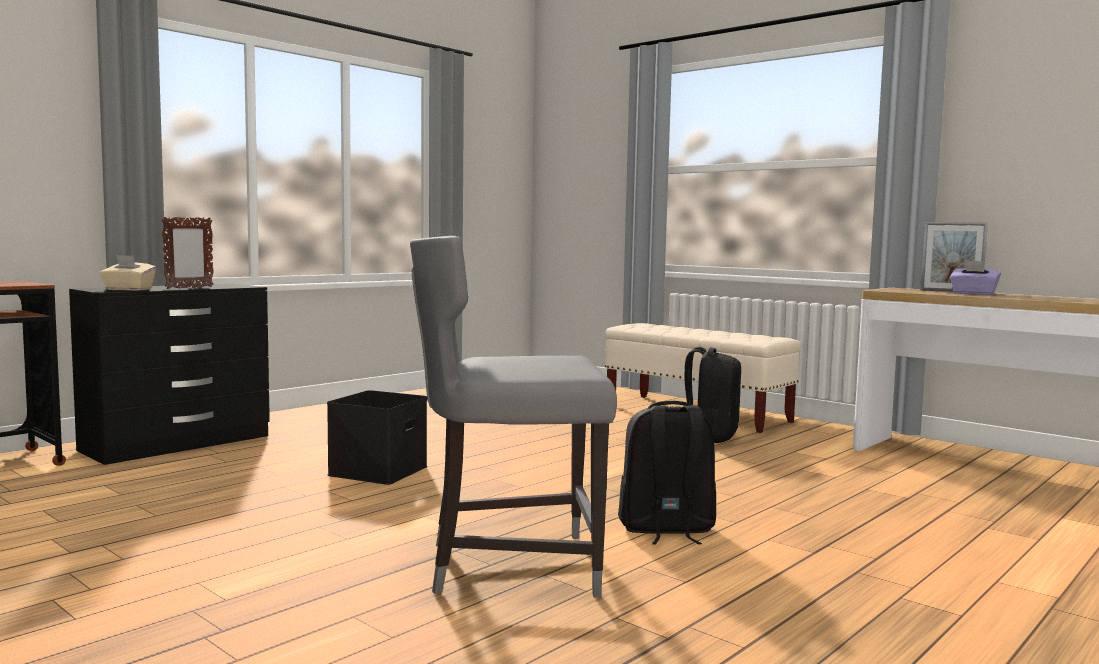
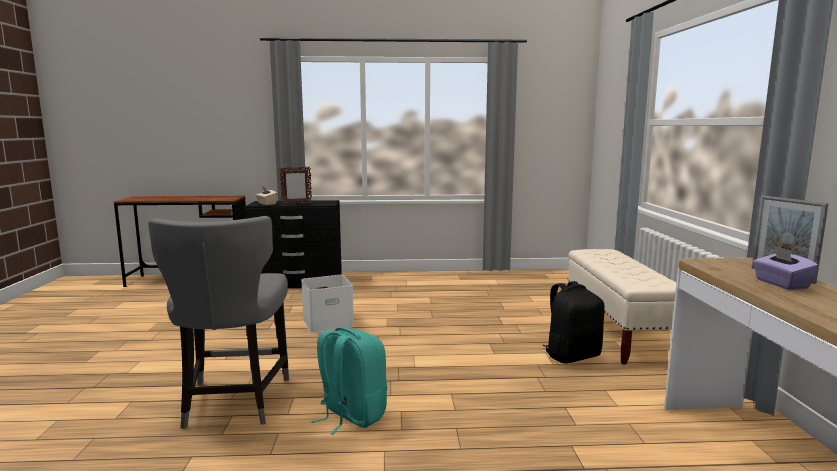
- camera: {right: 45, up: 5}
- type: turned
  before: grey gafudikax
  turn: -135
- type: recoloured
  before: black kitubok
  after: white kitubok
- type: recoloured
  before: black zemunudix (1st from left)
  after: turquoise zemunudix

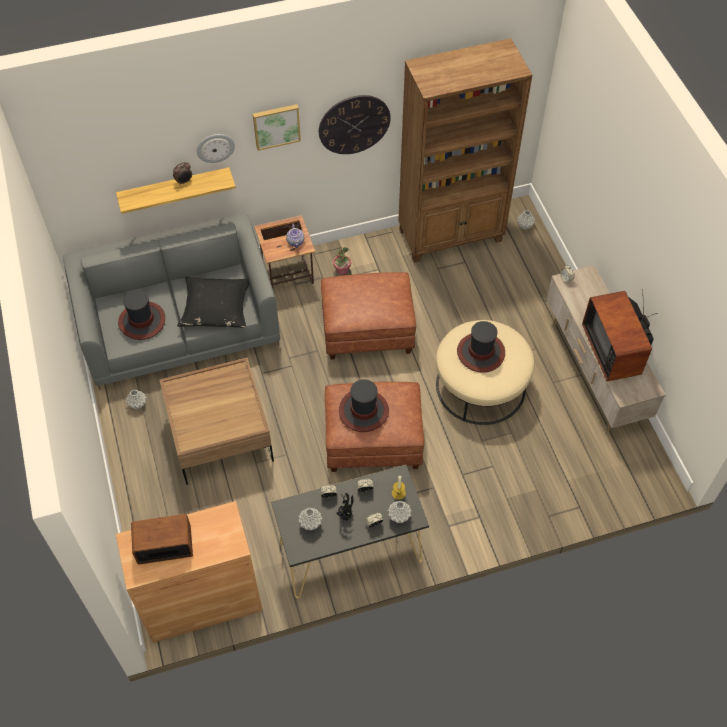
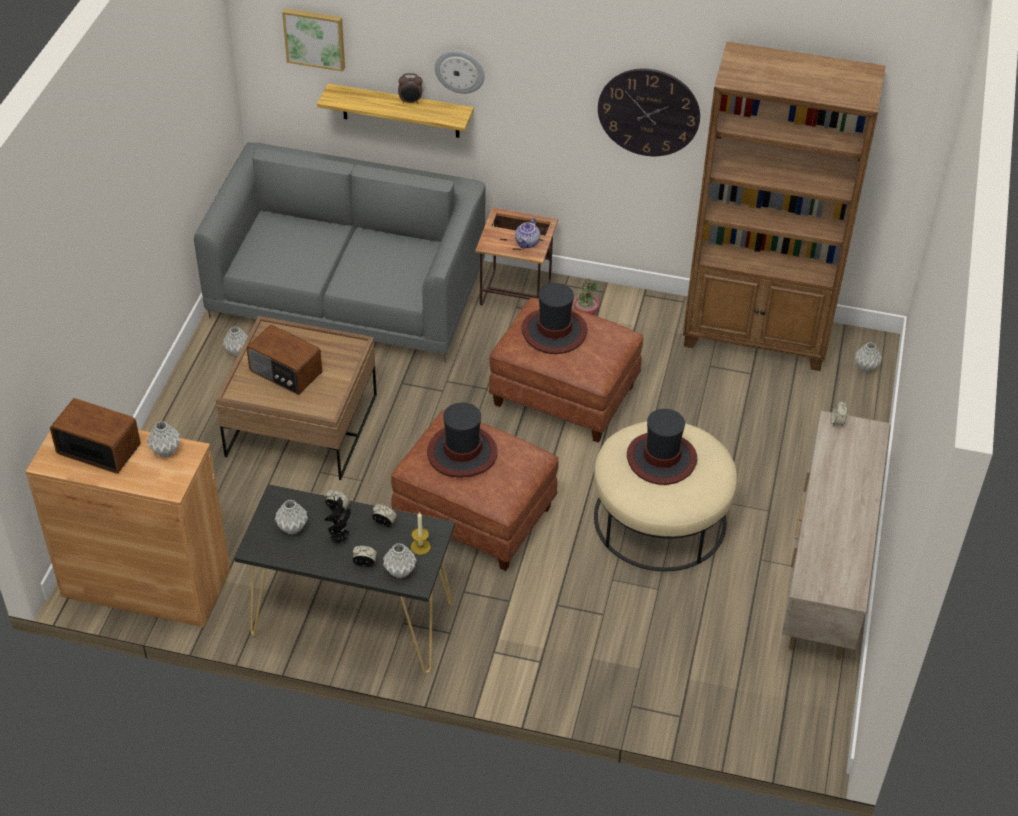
- camera: {right: 30, up: -10}
- type: moved
  before: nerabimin
- type: removed
  before: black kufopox
- type: moved
  before: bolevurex (1st from left in the first image)
  after: bolevurex (2nd from left)
- type: removed
  before: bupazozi
- type: added
  after: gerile (2nd from left)
- type: added
  after: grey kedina (1st from left)

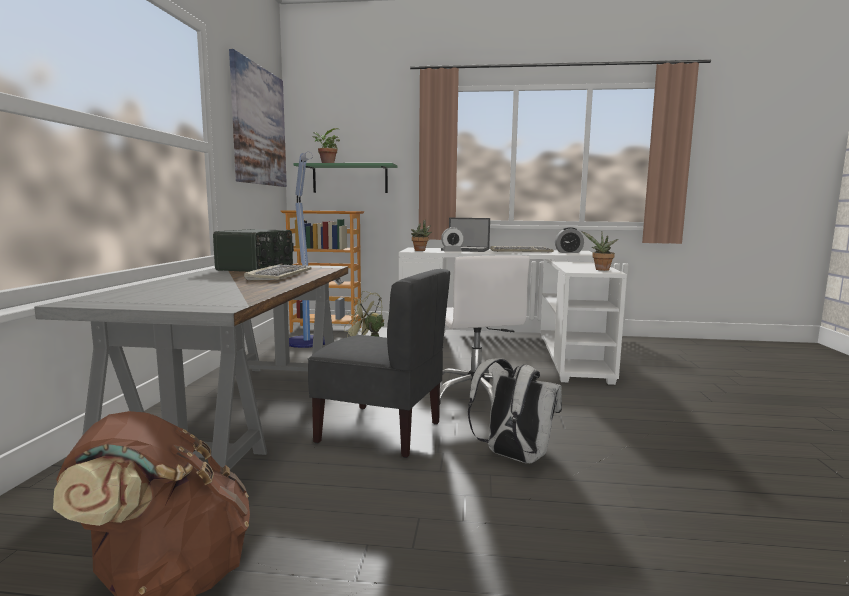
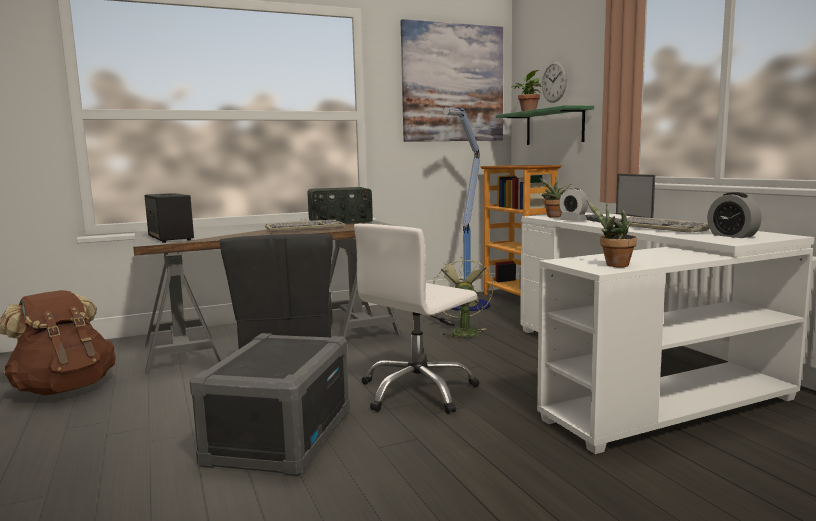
- camera: {right: 60, up: 0}
- type: replaced
  before: white zemunudix
  after: grey kitubok
- type: added
  after: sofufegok
- type: added
  after: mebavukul

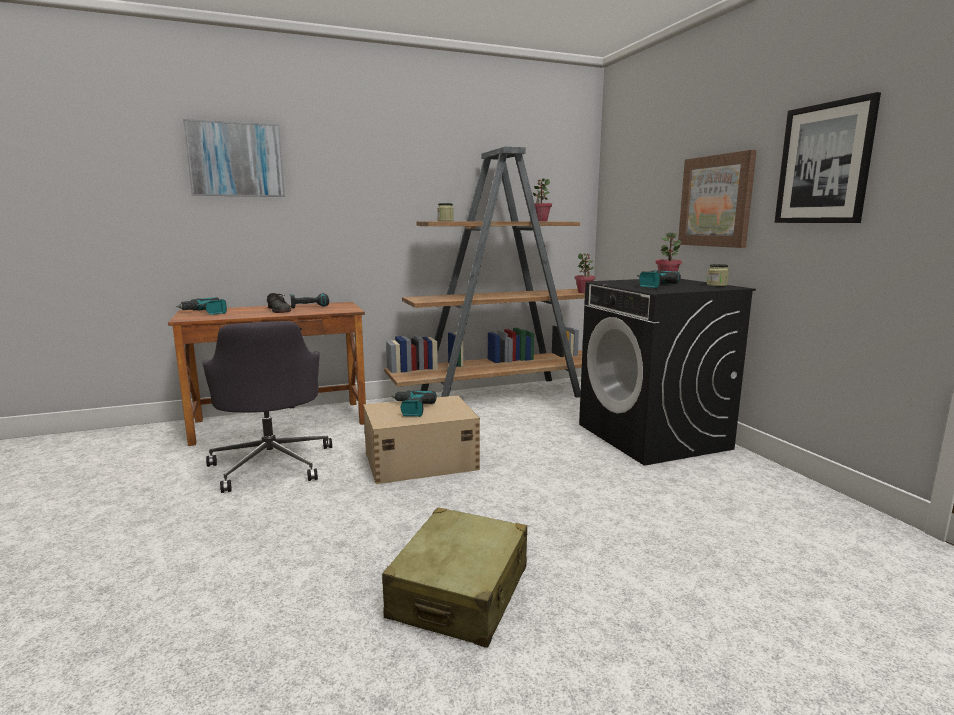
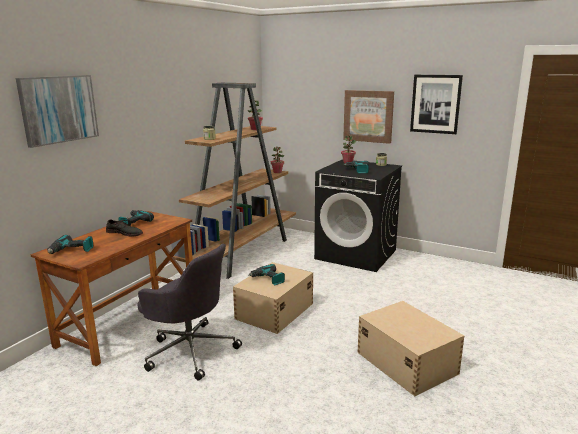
- camera: {right: -40, up: 5}
- type: replaced
  before: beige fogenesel
  after: beige kitubok (2nd from left)

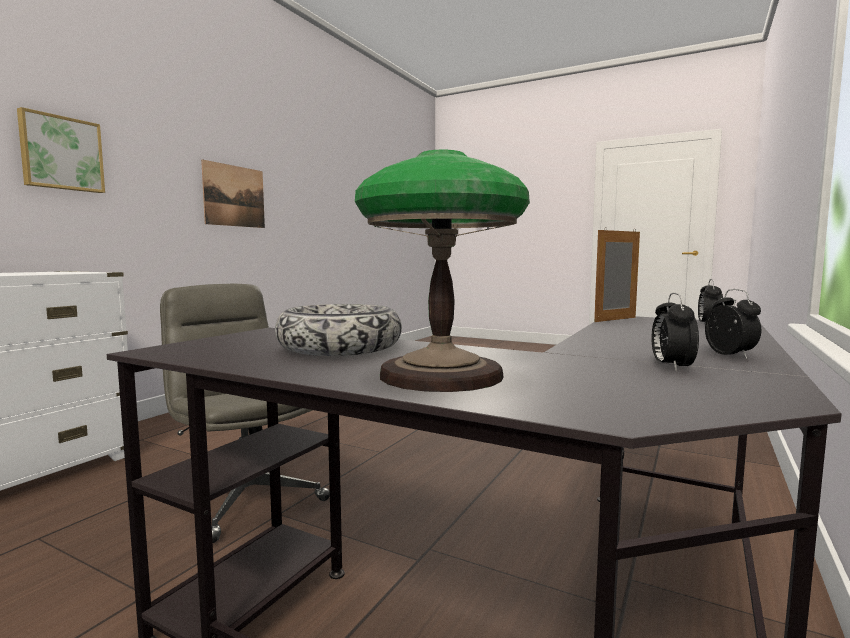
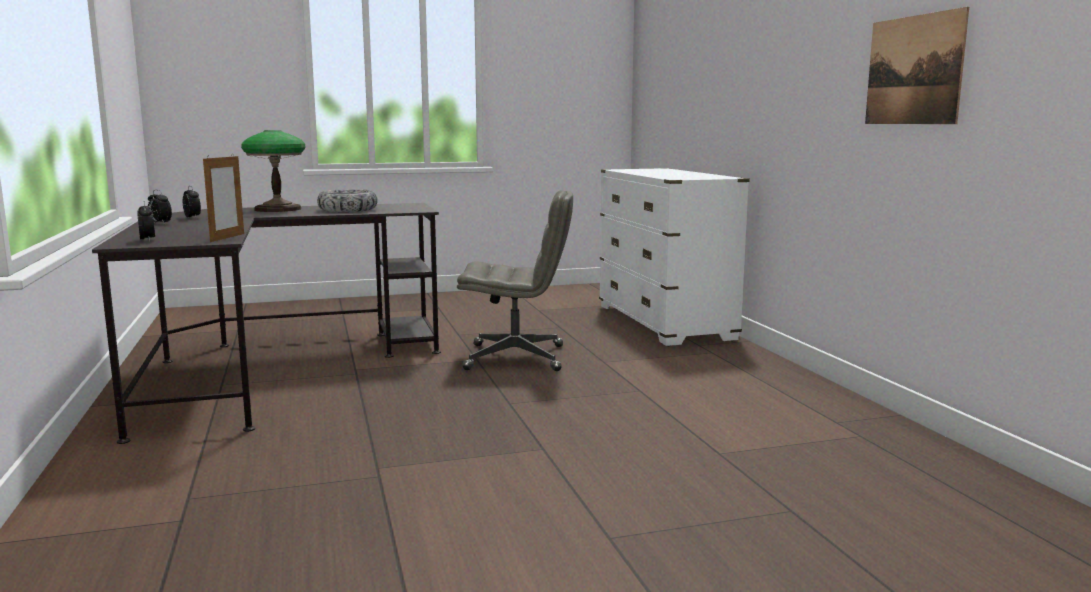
- camera: {right: 135, up: 5}
- type: removed
  before: nerabimin (1st from left)

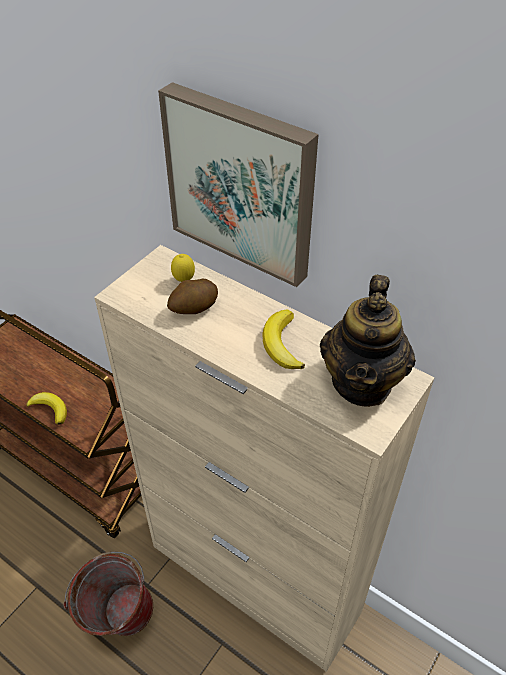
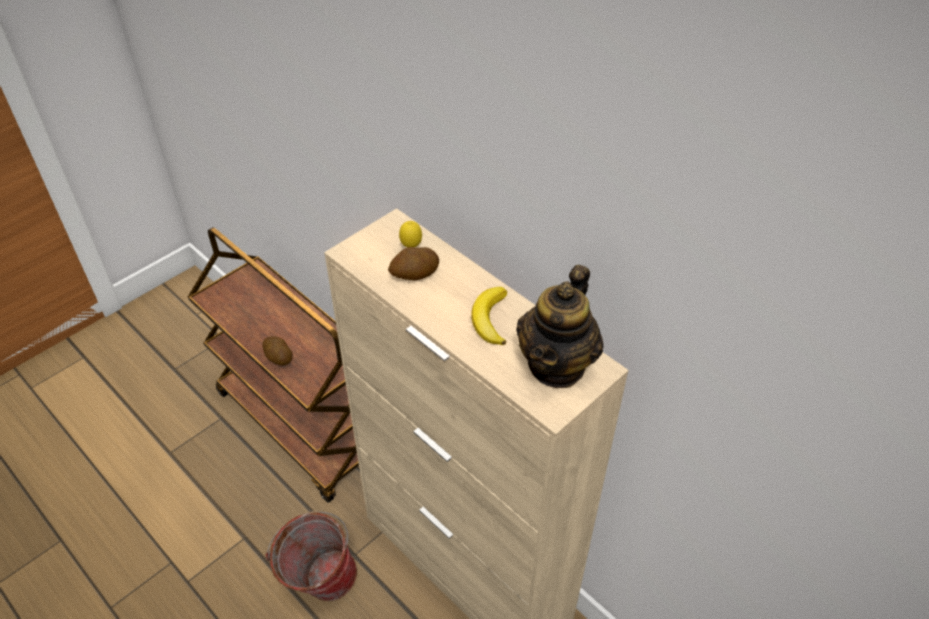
- camera: {right: 10, up: 0}
- type: removed
  before: nerabimin
- type: replaced
  before: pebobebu (1st from left)
  after: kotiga (1st from left)

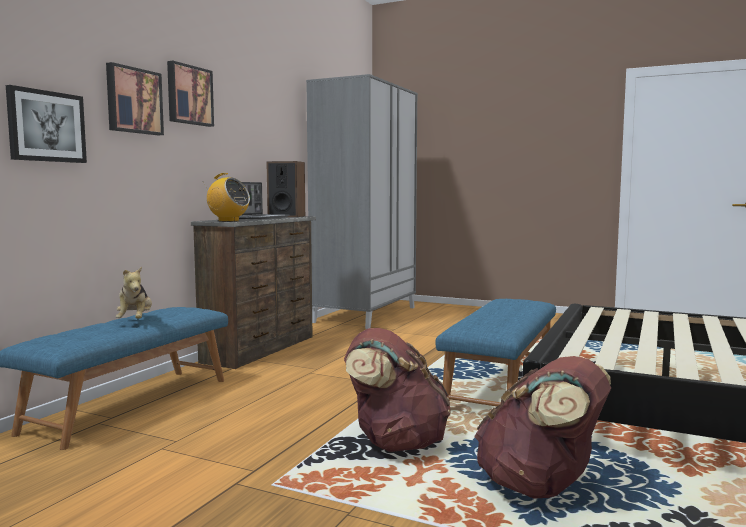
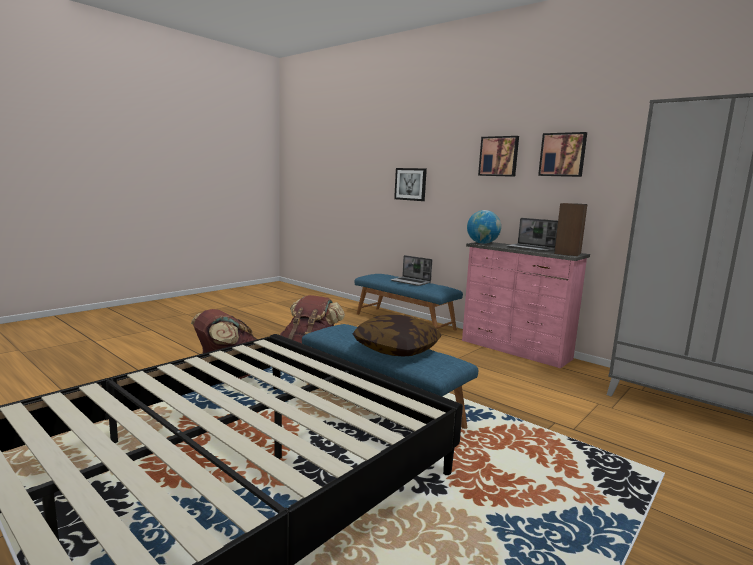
- camera: {right: 105, up: 5}
- type: moved
  before: nerabimin (2nd from left in the first image)
  after: nerabimin (3rd from left)
- type: replaced
  before: gerile
  after: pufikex
- type: recoloured
  before: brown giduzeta
  after: pink giduzeta
- type: replaced
  before: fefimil
  after: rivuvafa (1st from left)
- type: added
  after: kufopox

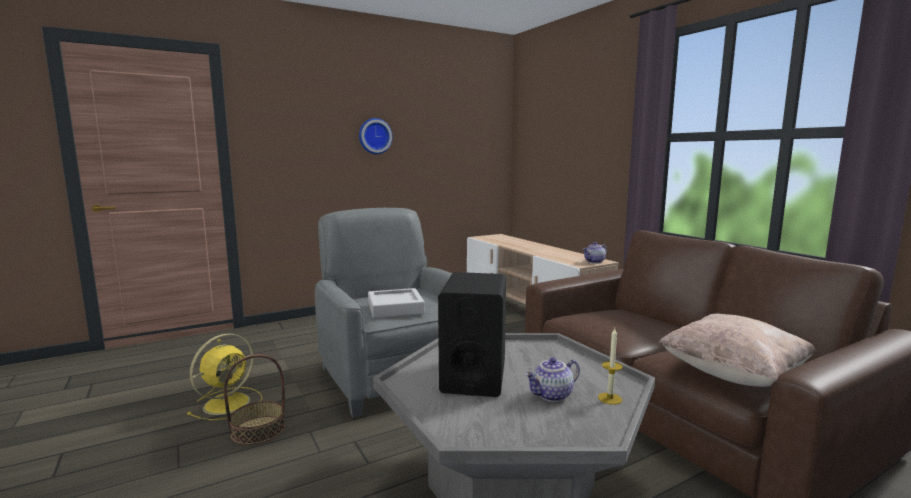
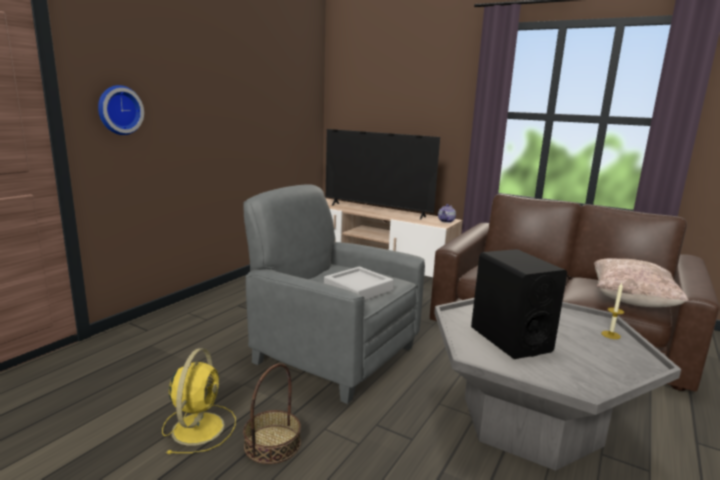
- camera: {right: -30, up: 5}
- type: moved
  before: sofufegok
- type: removed
  before: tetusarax (1st from left)
- type: added
  after: bupazozi

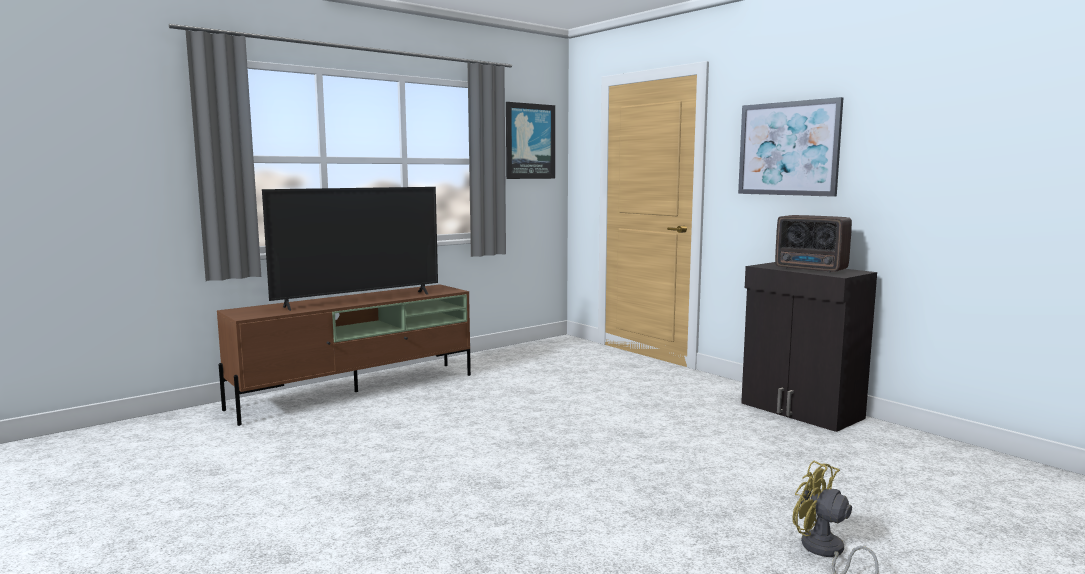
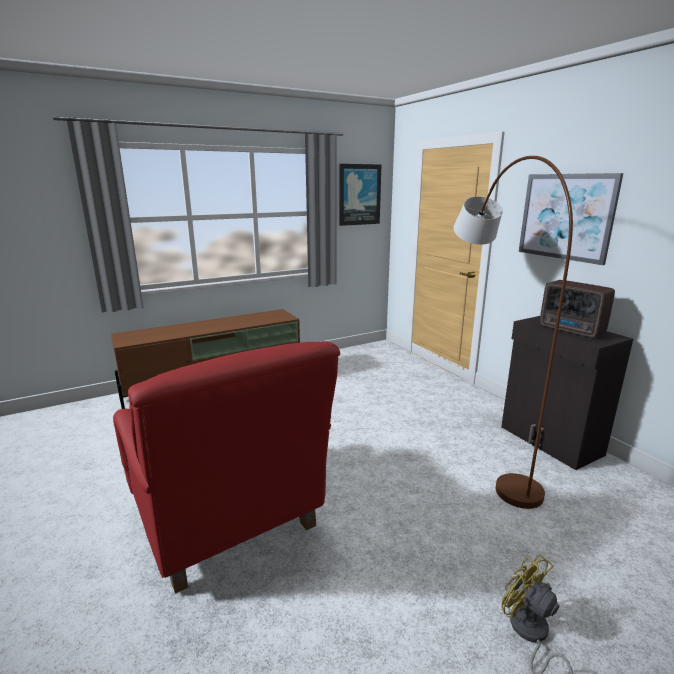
- camera: {right: 10, up: 10}
- type: removed
  before: bupazozi
- type: added
  after: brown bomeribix
- type: added
  after: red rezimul

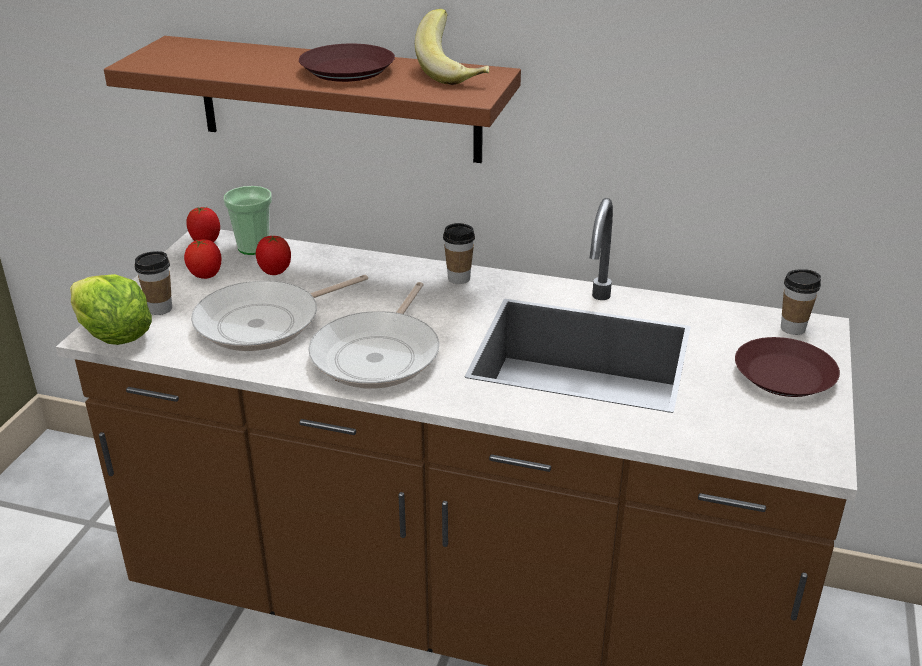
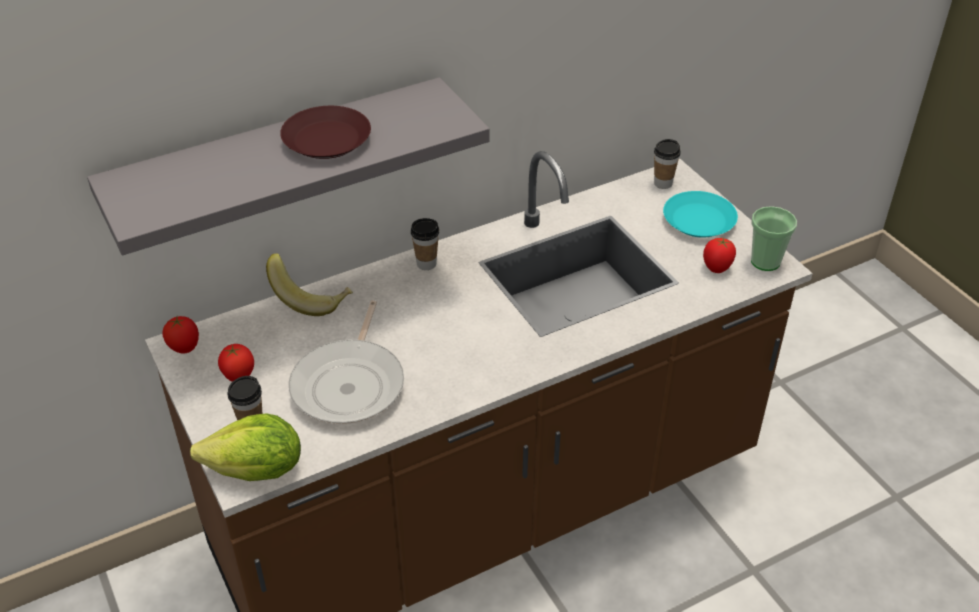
- camera: {right: -45, up: 10}
- type: moved
  before: pebobebu
- type: recoloured
  before: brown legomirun
  after: grey legomirun
- type: moved
  before: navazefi (2nd from left in the first image)
  after: navazefi (4th from left)
- type: moved
  before: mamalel (3rd from left)
- type: removed
  before: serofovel (2nd from left)
- type: recoloured
  before: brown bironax (2nd from left)
  after: turquoise bironax

